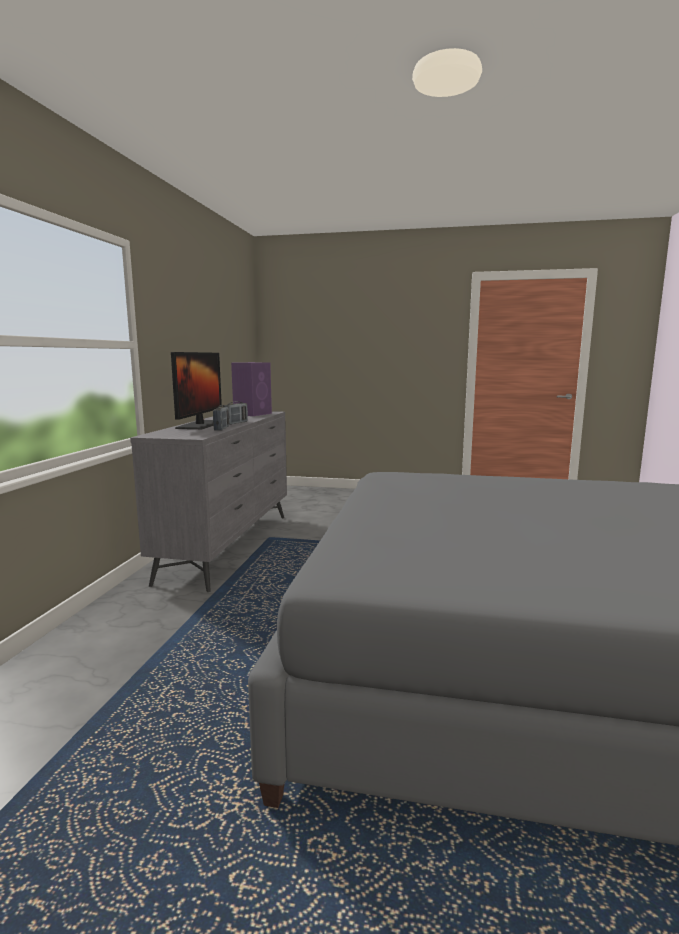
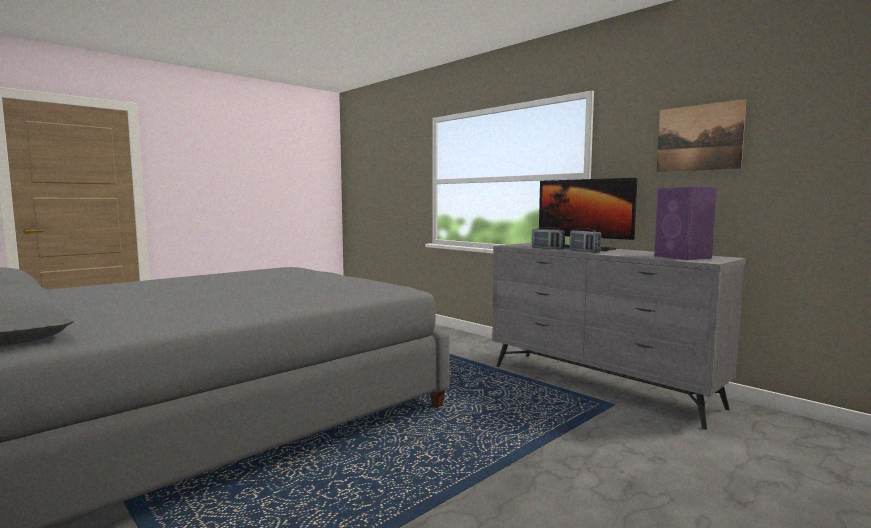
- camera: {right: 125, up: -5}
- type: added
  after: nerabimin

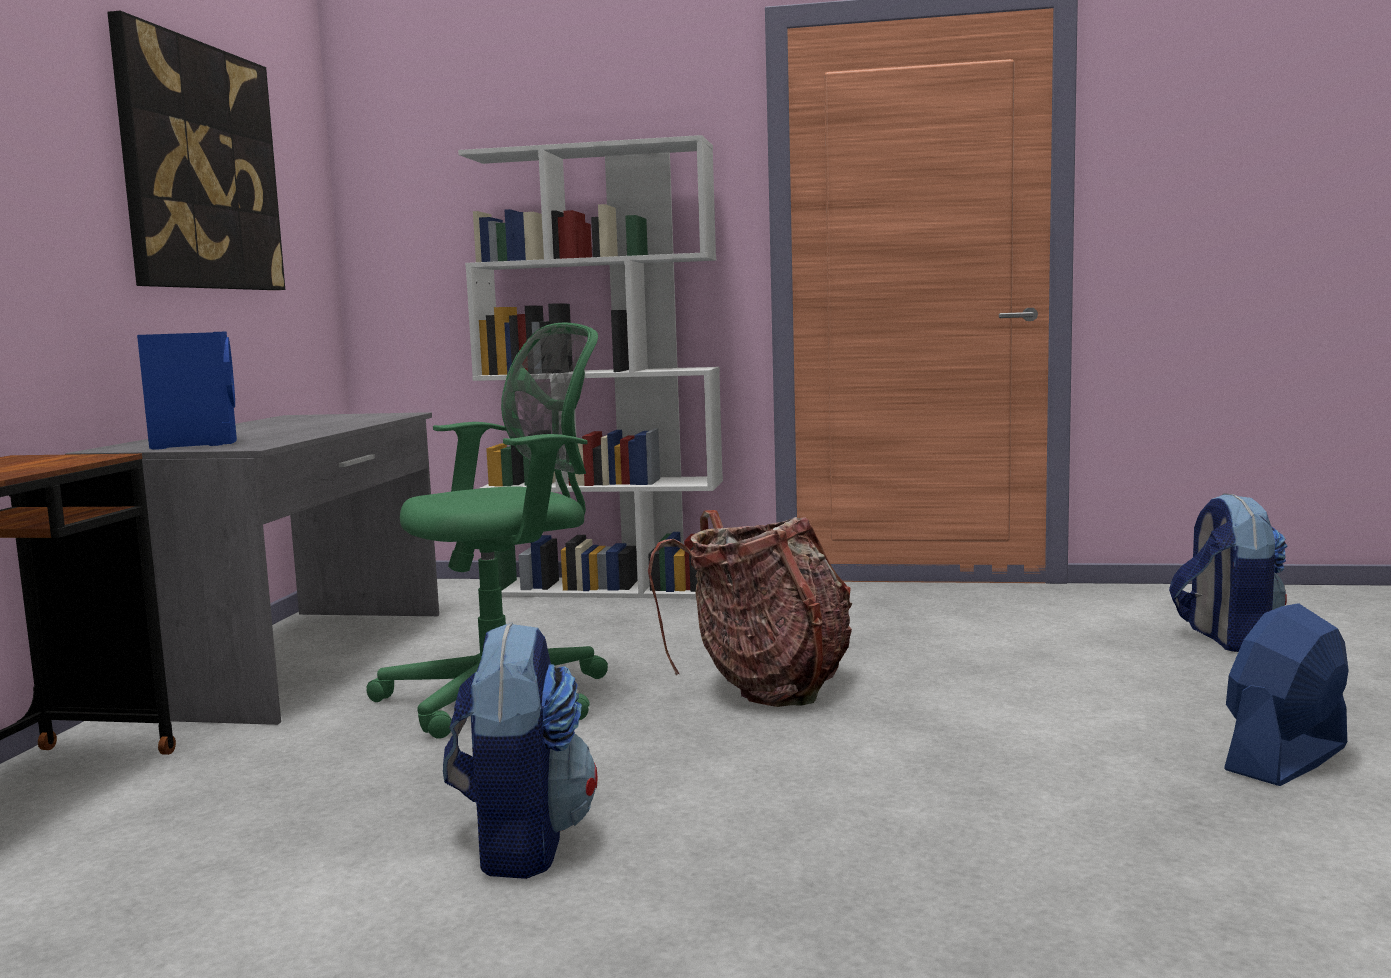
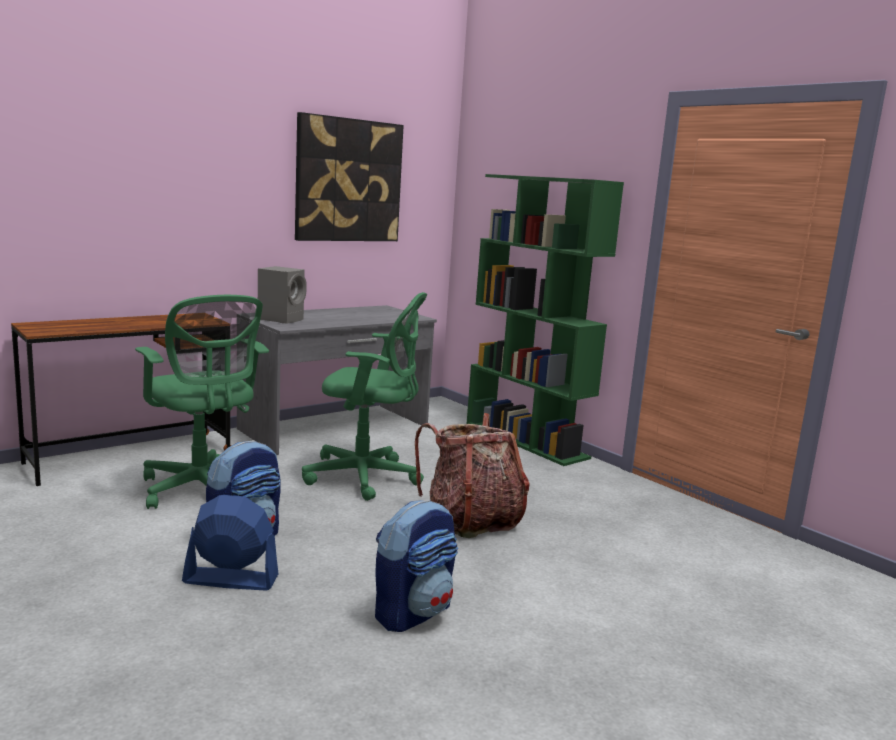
- camera: {right: 40, up: 5}
- type: recoloured
  before: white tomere
  after: green tomere
- type: recoloured
  before: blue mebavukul
  after: grey mebavukul
- type: moved
  before: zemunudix (3rd from left in the first image)
  after: zemunudix (2nd from left)
- type: moved
  before: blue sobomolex
- type: added
  after: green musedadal (1st from left)

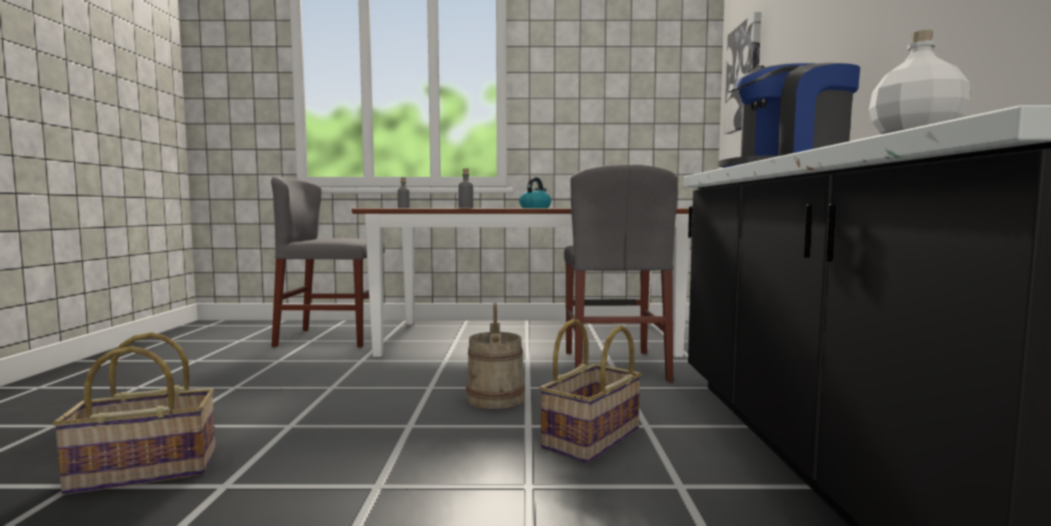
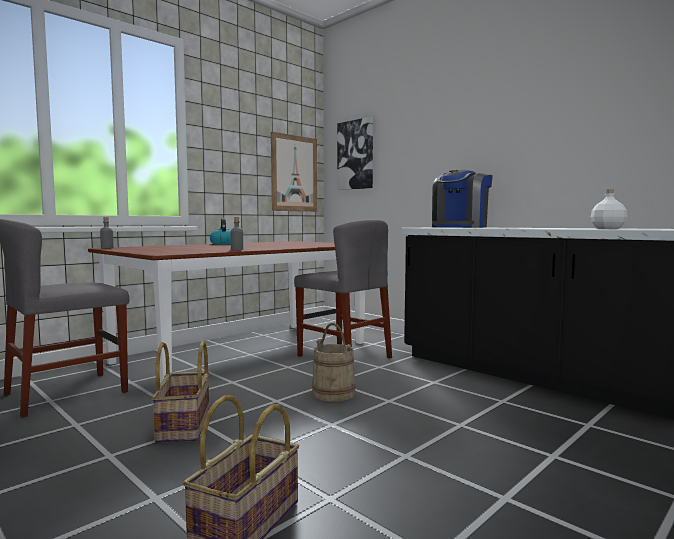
- camera: {right: -45, up: 0}
- type: moved
  before: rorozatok (2nd from left in the first image)
  after: rorozatok (1st from left)
- type: added
  after: nerabimin (1st from left)

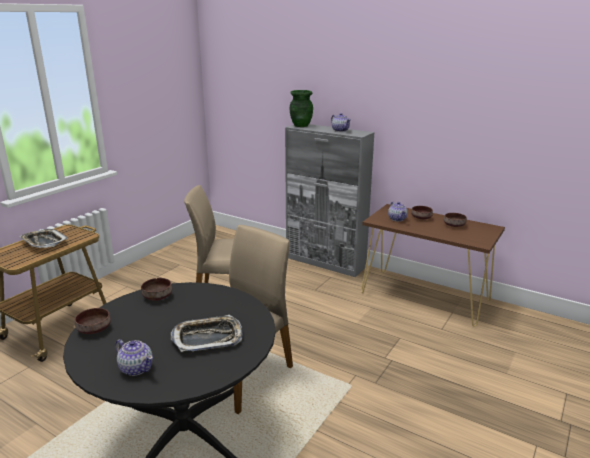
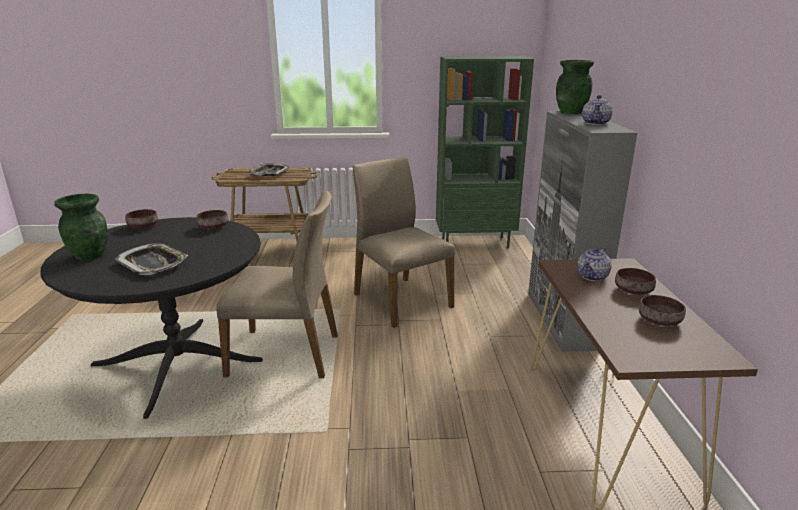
- camera: {right: 55, up: 0}
- type: replaced
  before: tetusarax (1st from left)
  after: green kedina (1st from left)
- type: added
  after: green tomere

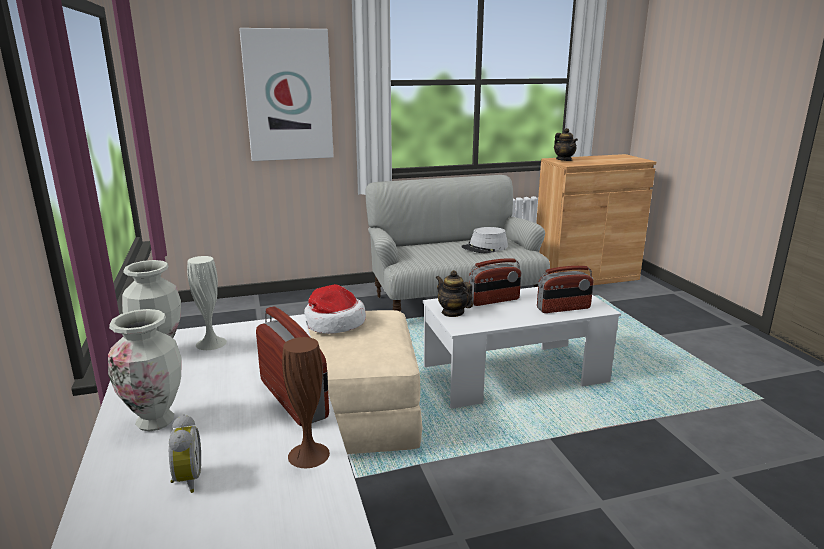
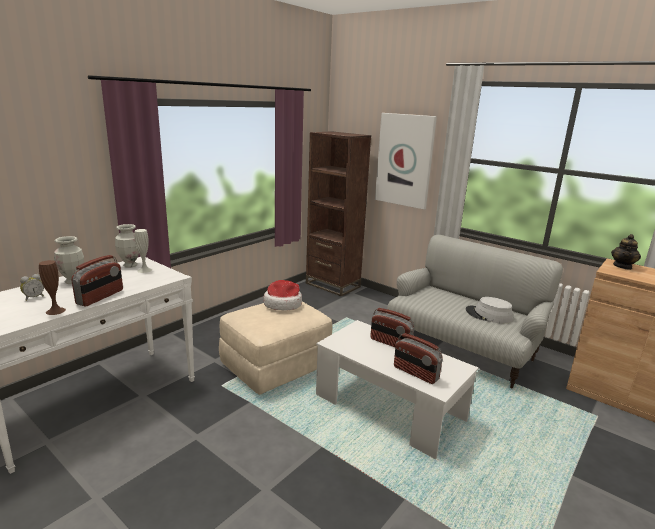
- camera: {right: 55, up: 0}
- type: removed
  before: tetusarax (1st from left)
- type: added
  after: brown tomere

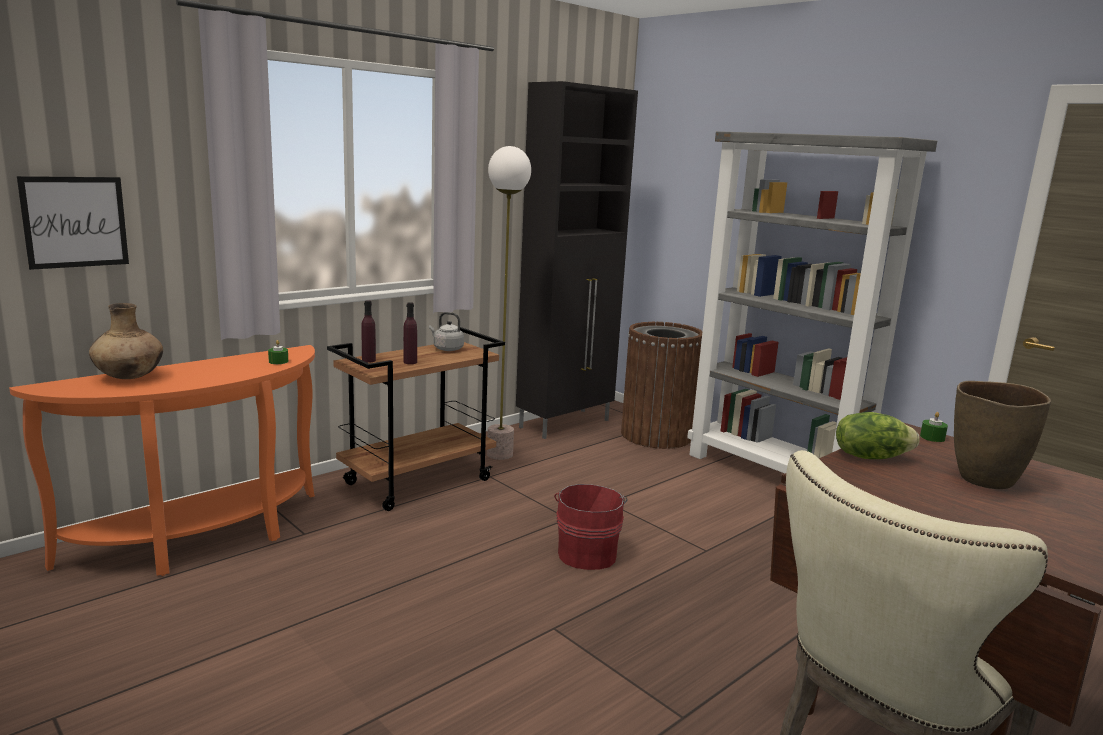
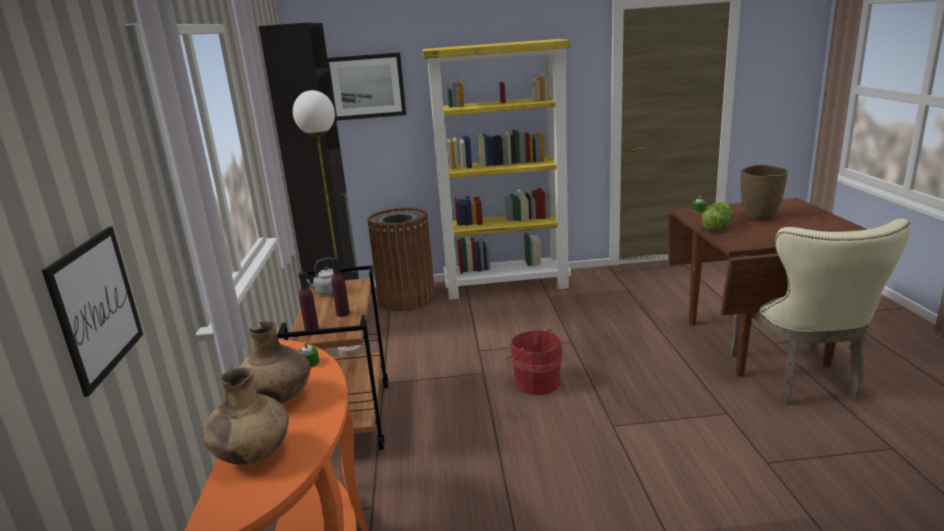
- camera: {right: -50, up: 5}
- type: recoloured
  before: grey tomere
  after: yellow tomere
- type: added
  after: nerabimin (2nd from left)
- type: added
  after: brown kedina (2nd from left)

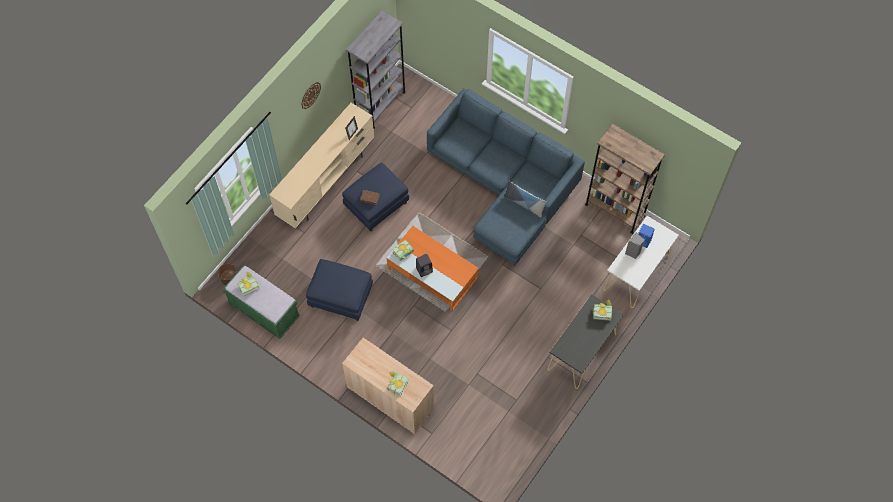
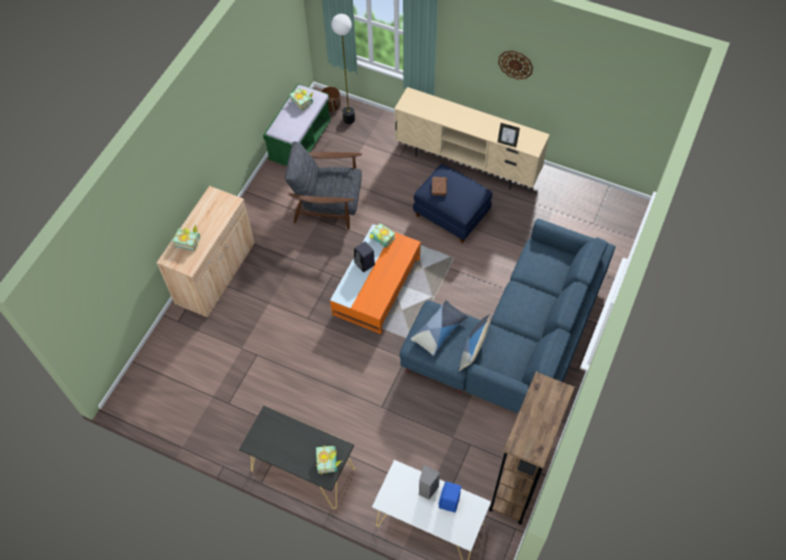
- camera: {right: 80, up: -5}
- type: removed
  before: grey tomere
- type: replaced
  before: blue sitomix (1st from left)
  after: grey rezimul
- type: added
  after: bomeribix
- type: added
  after: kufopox (1st from left)

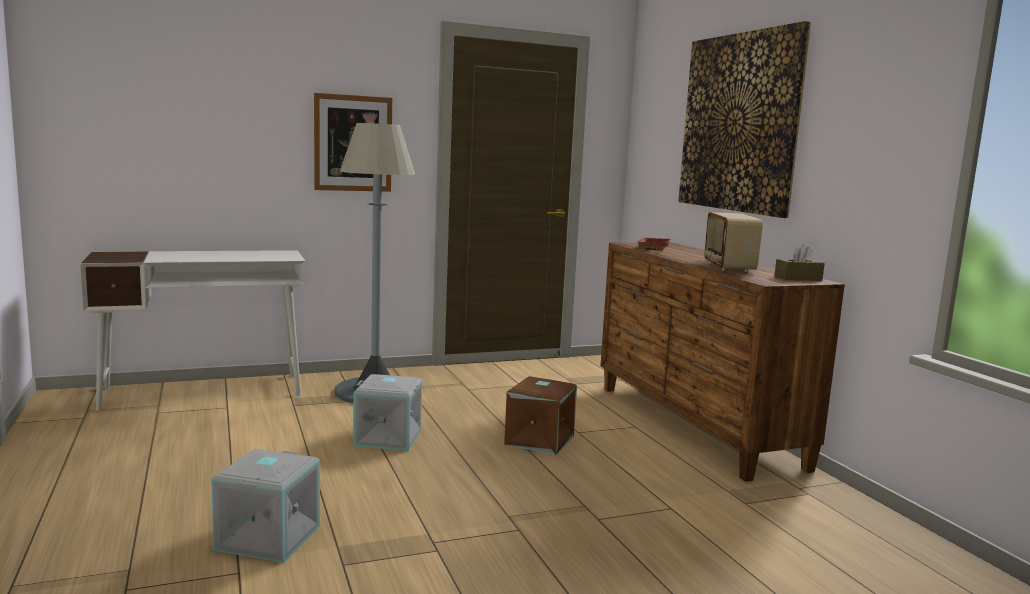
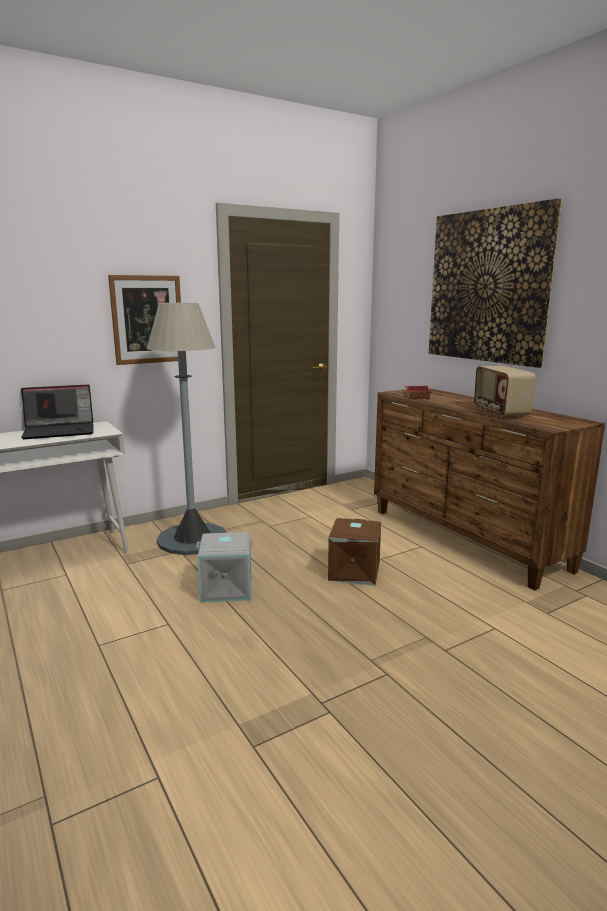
- camera: {right: -10, up: 5}
- type: removed
  before: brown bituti
- type: removed
  before: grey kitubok (1st from left)
- type: added
  after: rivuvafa

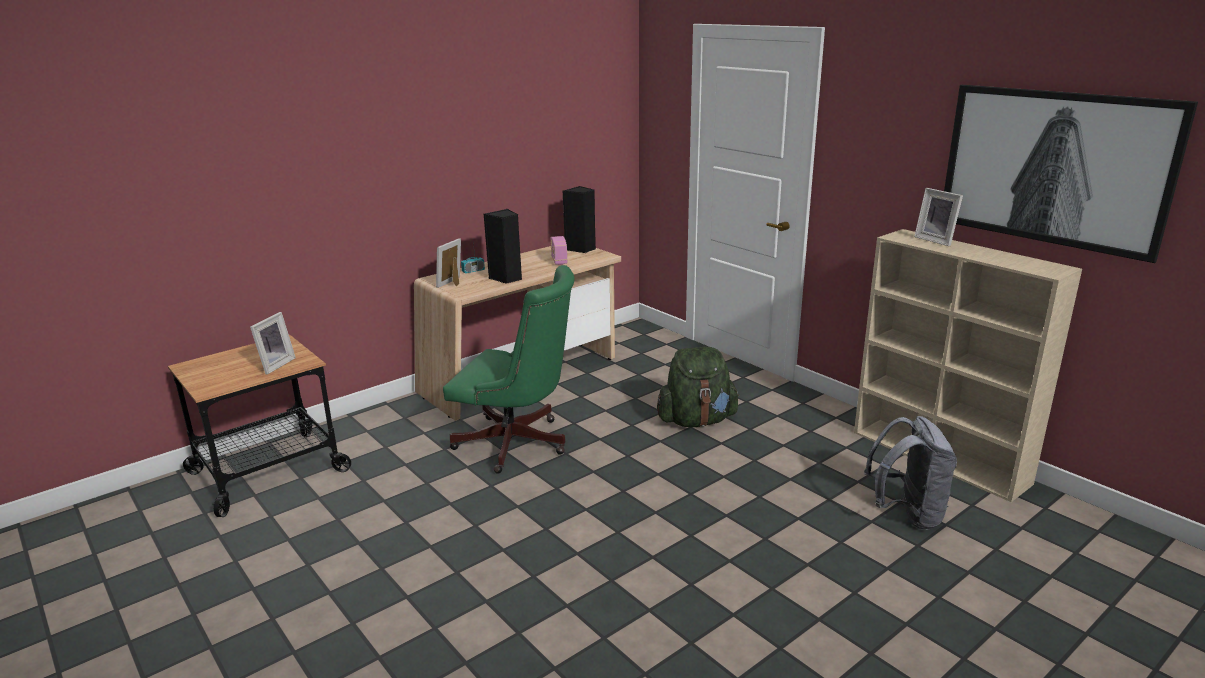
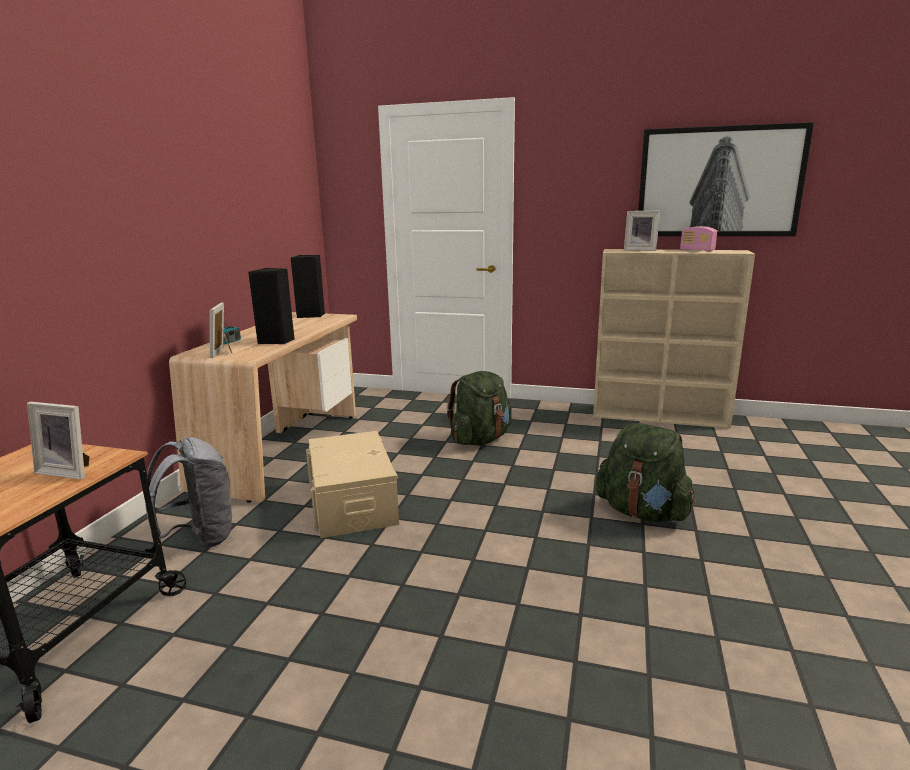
- camera: {right: -35, up: -5}
- type: moved
  before: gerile (2nd from left)
- type: replaced
  before: green musedadal
  after: beige kitubok
- type: turned
  before: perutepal (1st from left)
  turn: 120
- type: moved
  before: grey zemunudix
- type: added
  after: green zemunudix (2nd from left)

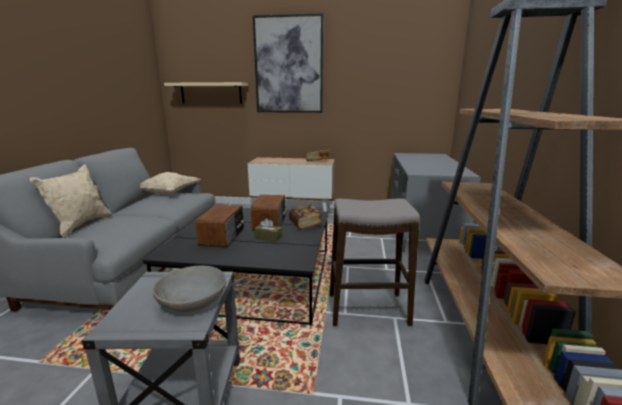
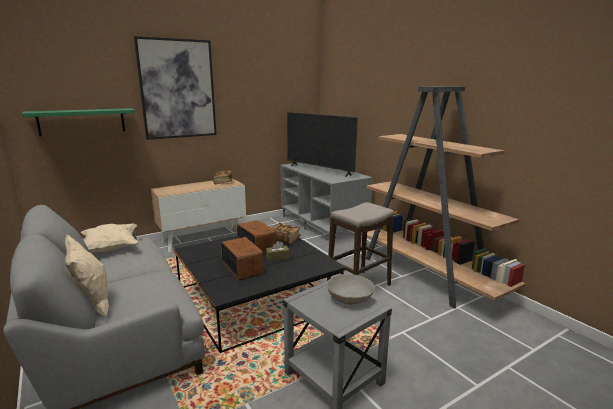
- camera: {right: -40, up: 0}
- type: recoloured
  before: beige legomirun
  after: green legomirun
- type: added
  after: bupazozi

